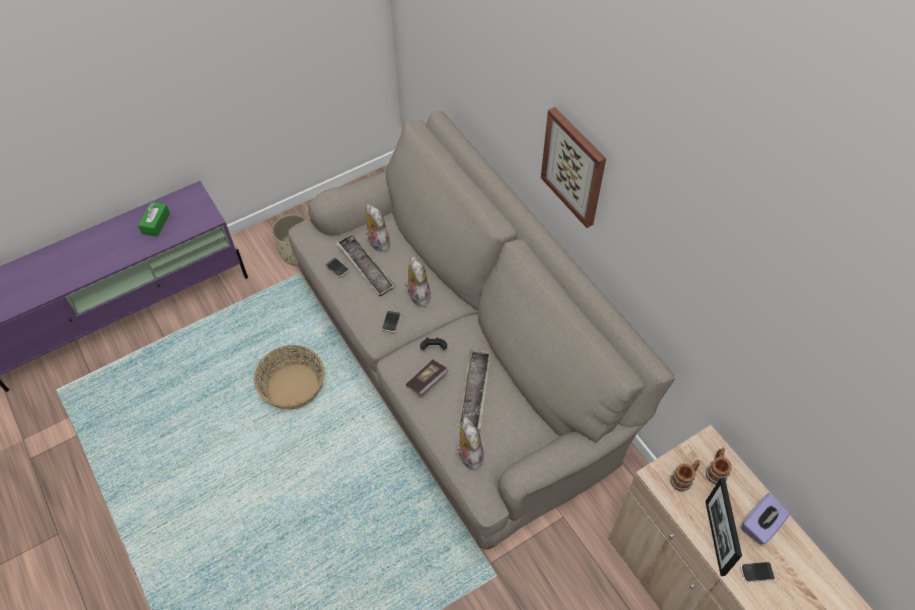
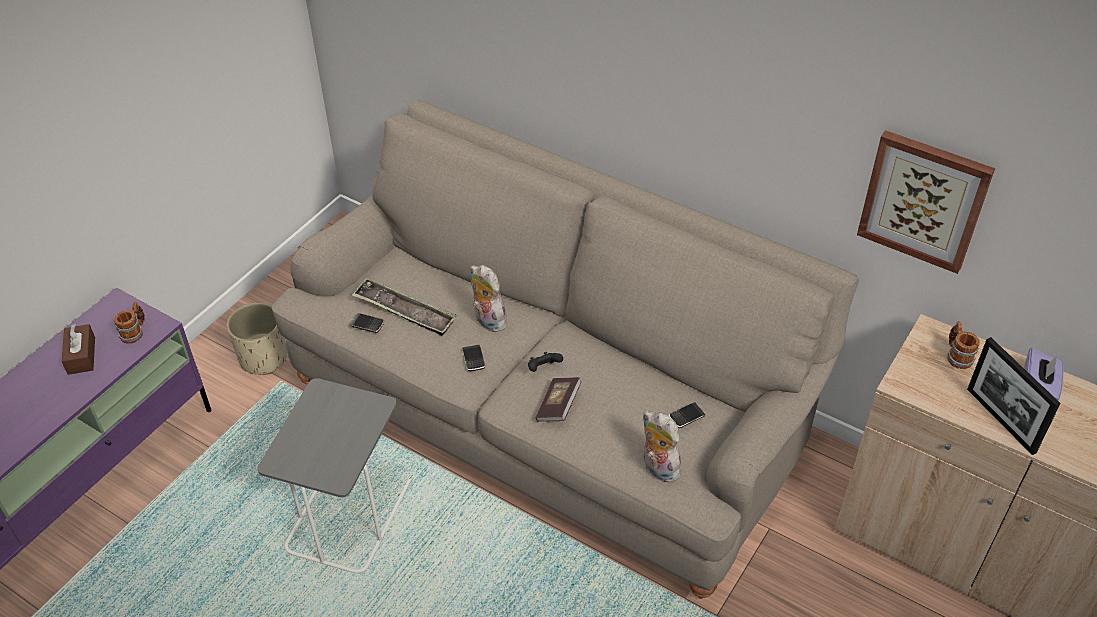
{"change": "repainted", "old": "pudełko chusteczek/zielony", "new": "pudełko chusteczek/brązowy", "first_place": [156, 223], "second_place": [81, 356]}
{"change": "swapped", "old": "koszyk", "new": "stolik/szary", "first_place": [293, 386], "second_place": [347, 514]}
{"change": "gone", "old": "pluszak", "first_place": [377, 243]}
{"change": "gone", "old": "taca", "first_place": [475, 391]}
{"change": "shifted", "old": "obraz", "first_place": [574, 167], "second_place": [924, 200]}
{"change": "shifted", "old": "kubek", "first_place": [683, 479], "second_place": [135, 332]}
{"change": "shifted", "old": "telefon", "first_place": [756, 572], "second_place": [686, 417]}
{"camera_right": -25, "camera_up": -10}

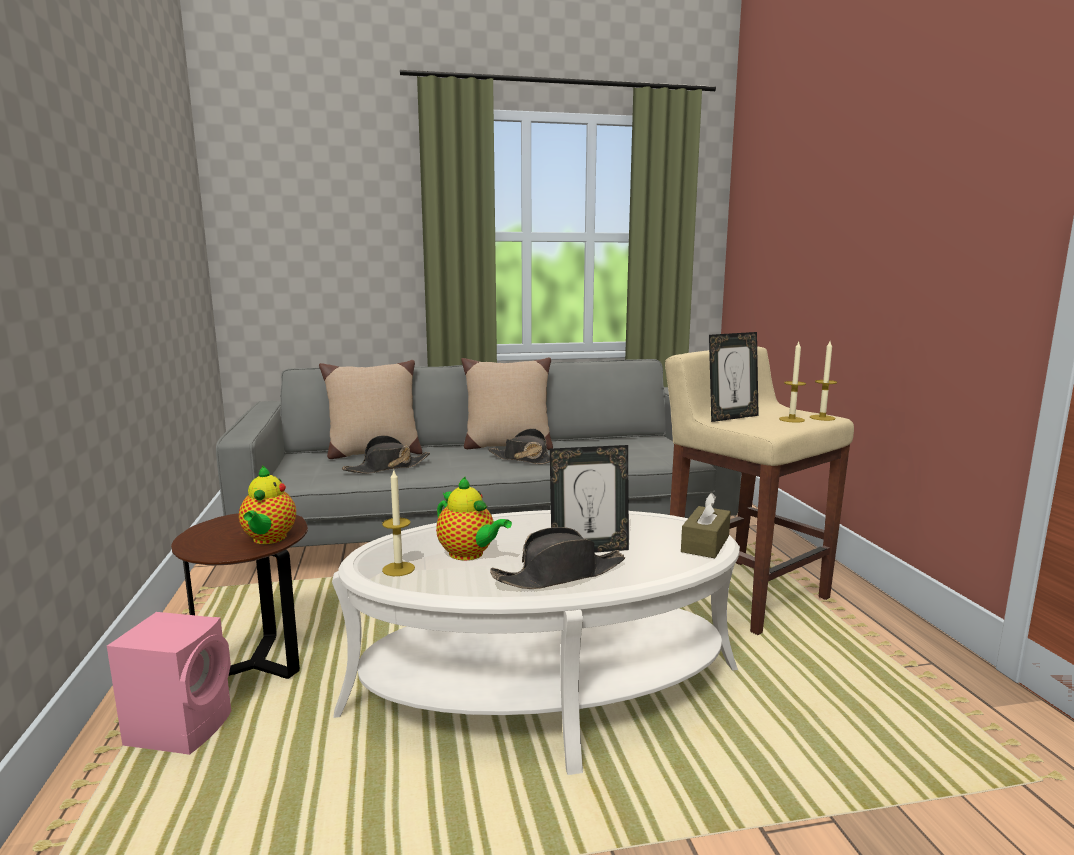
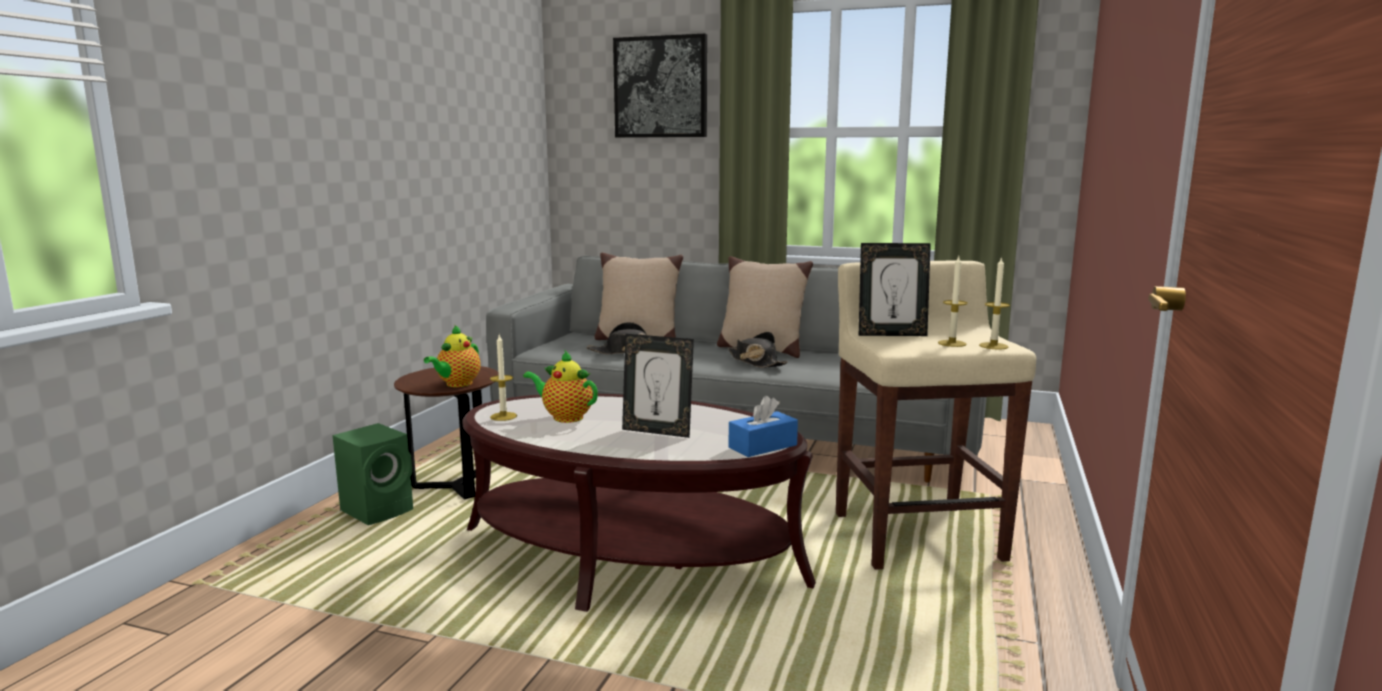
{"change": "repainted", "old": "głośnik/różowy", "new": "głośnik/zielony", "first_place": [182, 727], "second_place": [379, 510]}
{"change": "repainted", "old": "ława/biały", "new": "ława/brązowy", "first_place": [545, 689], "second_place": [629, 555]}
{"change": "rotated", "old": "imbryk", "first_place": [469, 554], "second_place": [565, 417], "degrees": 135}
{"change": "gone", "old": "kapelusz/czarny", "first_place": [560, 575]}
{"change": "repainted", "old": "pudełko chusteczek/brązowy", "new": "pudełko chusteczek/niebieski", "first_place": [705, 544], "second_place": [762, 446]}
{"change": "new", "new": "obraz", "second_place": [661, 87]}
{"camera_right": 30, "camera_up": 0}

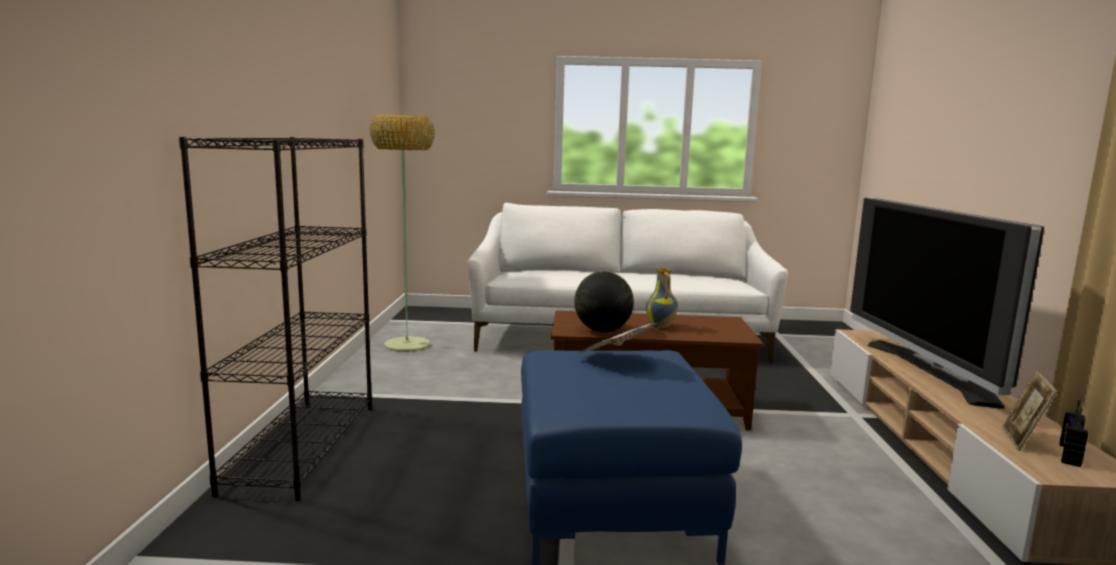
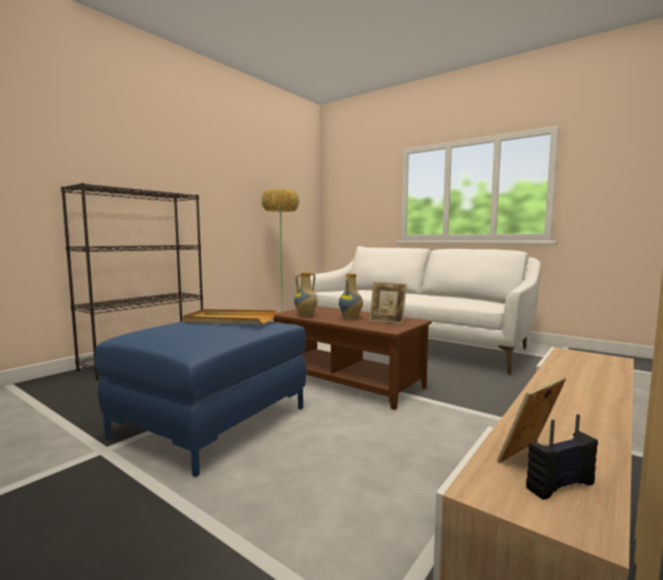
{"change": "swapped", "old": "globus", "new": "wazon", "first_place": [603, 330], "second_place": [306, 315]}
{"change": "swapped", "old": "gazeta", "new": "taca/beżowy", "first_place": [614, 359], "second_place": [229, 320]}
{"change": "gone", "old": "telewizor", "first_place": [928, 371]}
{"change": "new", "new": "ramka na zdjęcie", "second_place": [387, 321]}
{"camera_right": 35, "camera_up": -5}

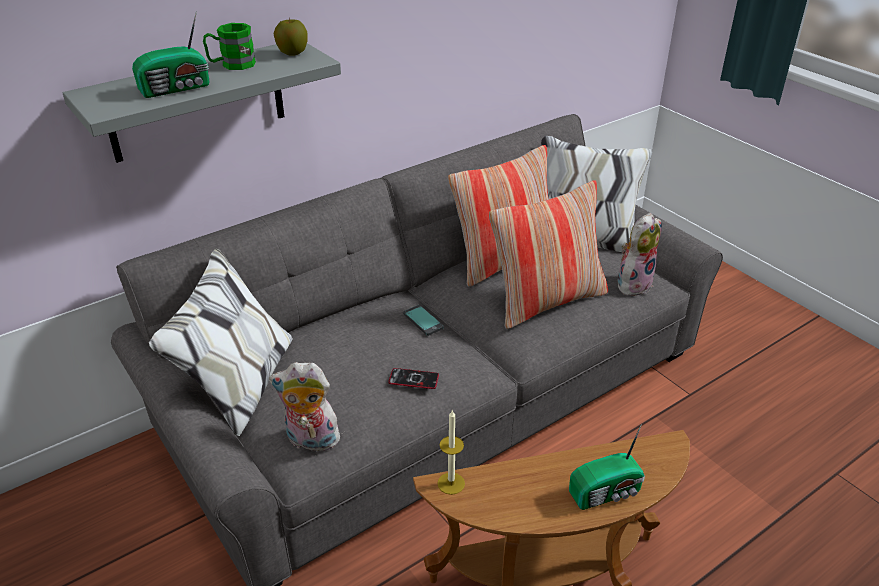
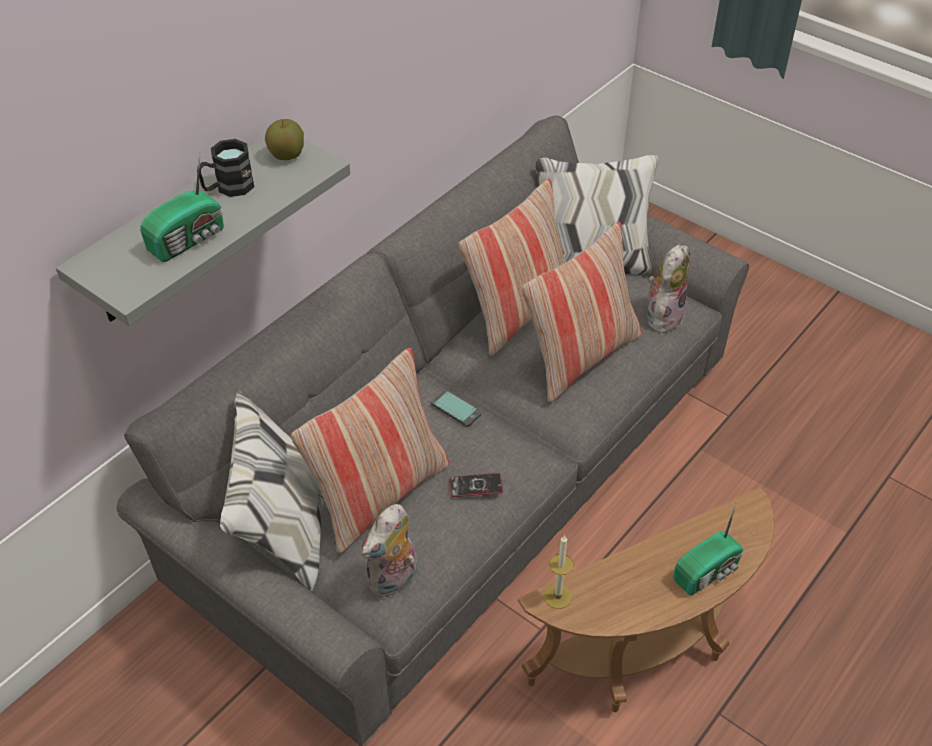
{"change": "repainted", "old": "kubek/zielony", "new": "kubek/czarny", "first_place": [231, 65], "second_place": [228, 188]}
{"change": "rotated", "old": "pluszak", "first_place": [310, 441], "second_place": [394, 581], "degrees": -45}
{"change": "new", "new": "poduszka", "second_place": [380, 495]}
{"camera_right": -15, "camera_up": 10}

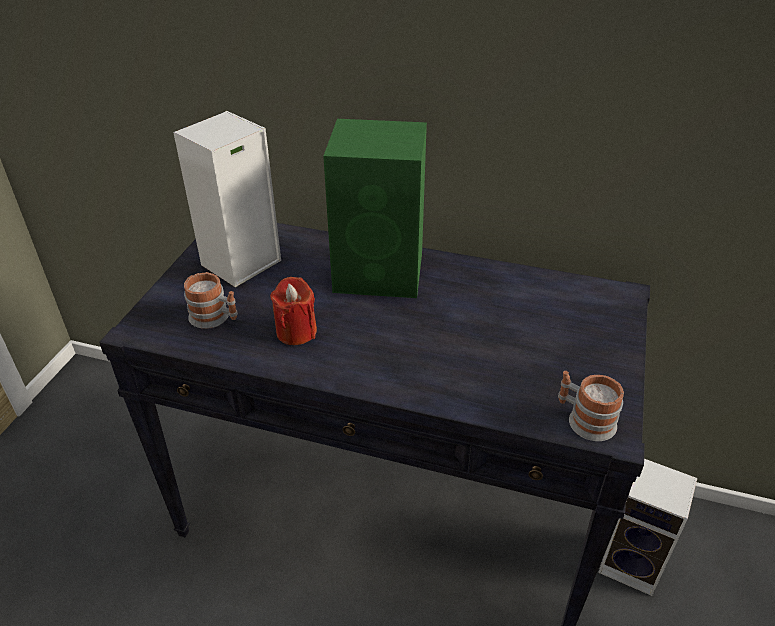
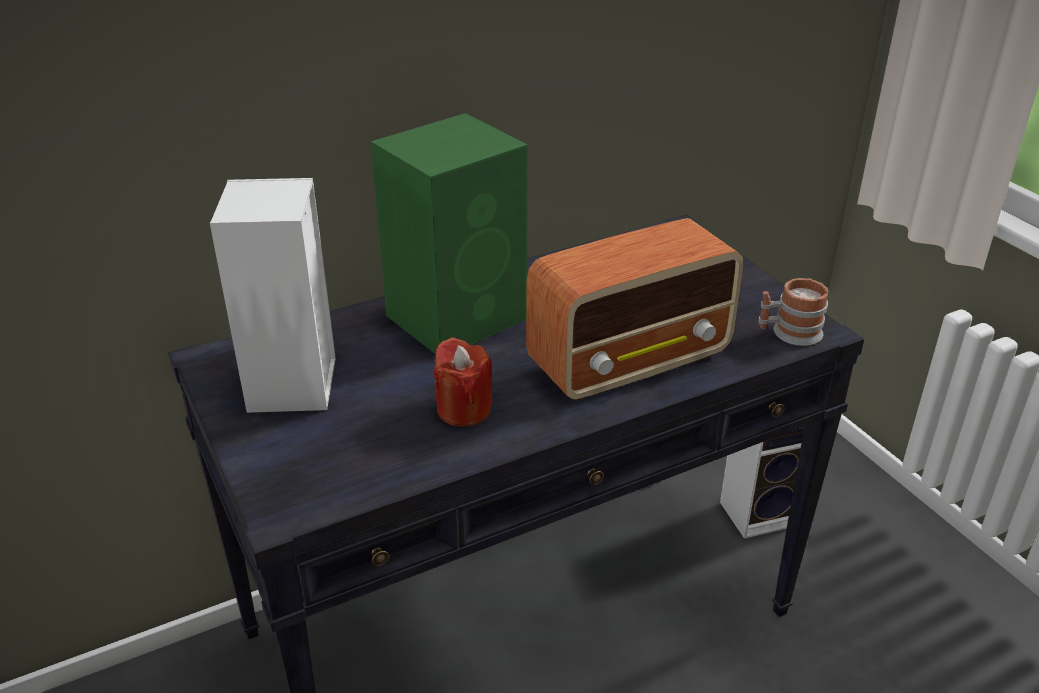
{"change": "gone", "old": "kubek", "first_place": [215, 318]}
{"change": "new", "new": "radio", "second_place": [631, 360]}
{"camera_right": -45, "camera_up": -5}

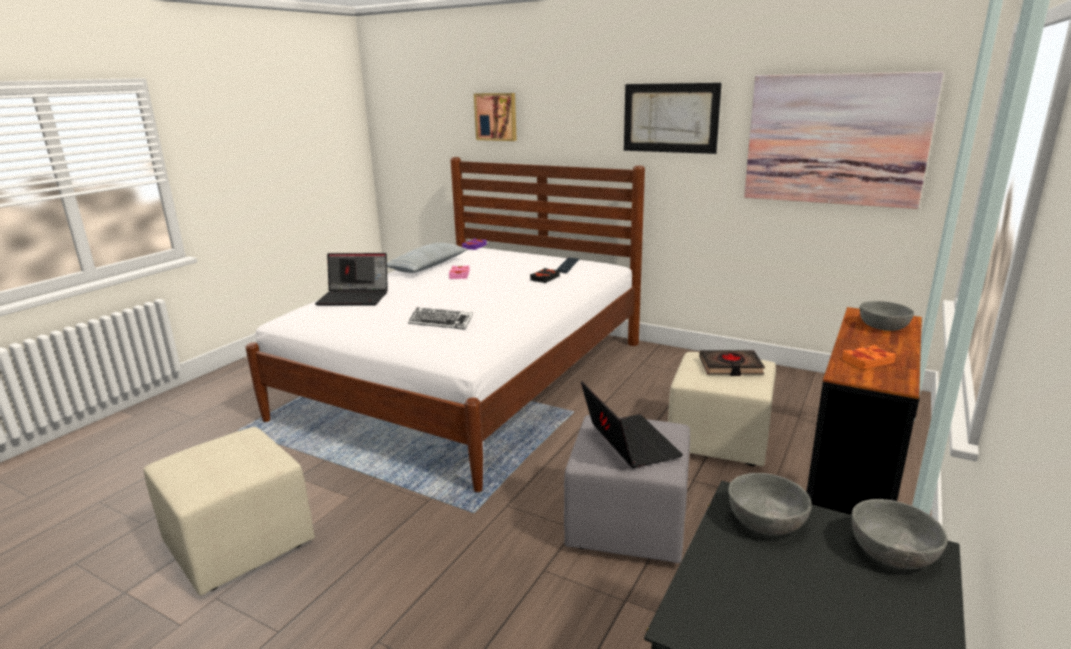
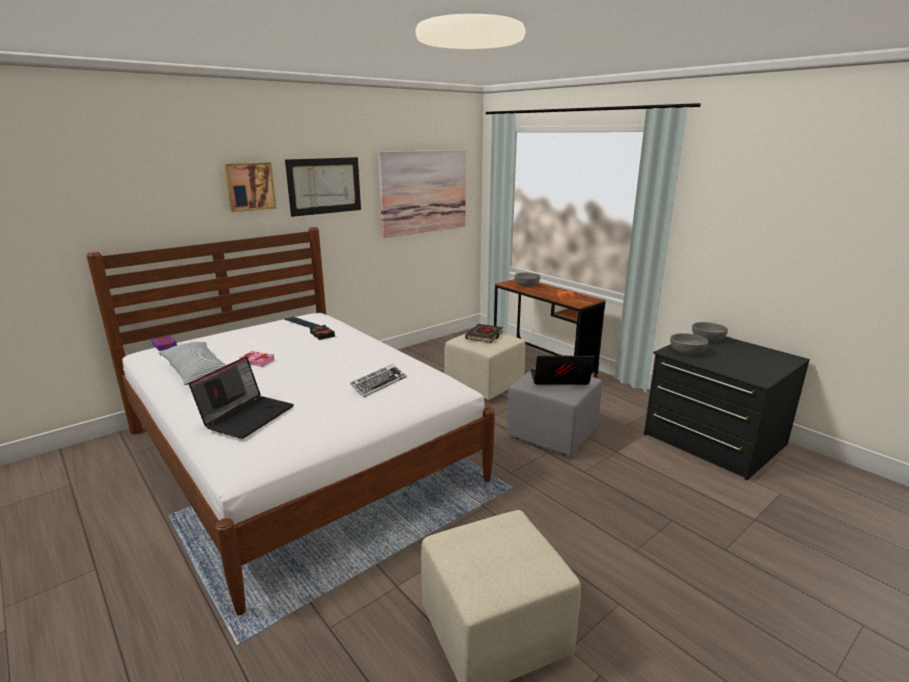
{"change": "shifted", "old": "obraz", "first_place": [496, 116], "second_place": [249, 186]}
{"camera_right": -70, "camera_up": 0}

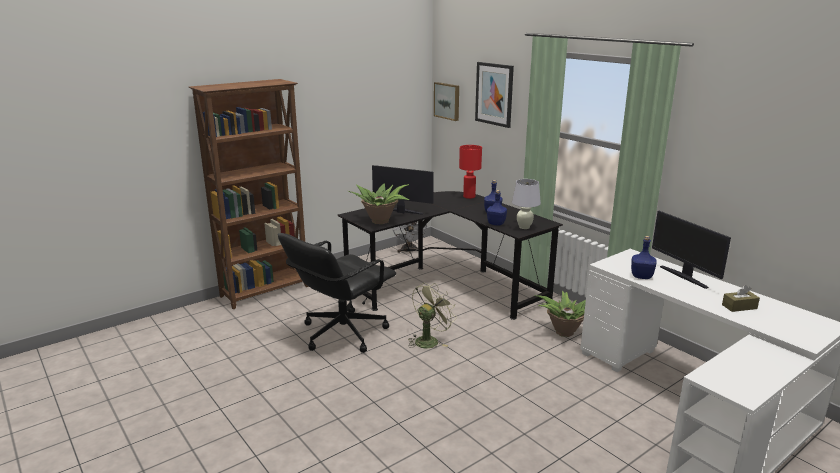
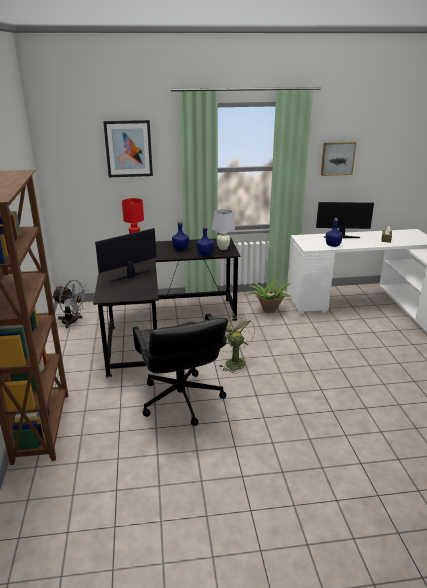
{"change": "gone", "old": "roślina doniczkowa", "first_place": [381, 221]}
{"change": "shifted", "old": "obraz", "first_place": [447, 101], "second_place": [337, 158]}
{"camera_right": -60, "camera_up": 5}

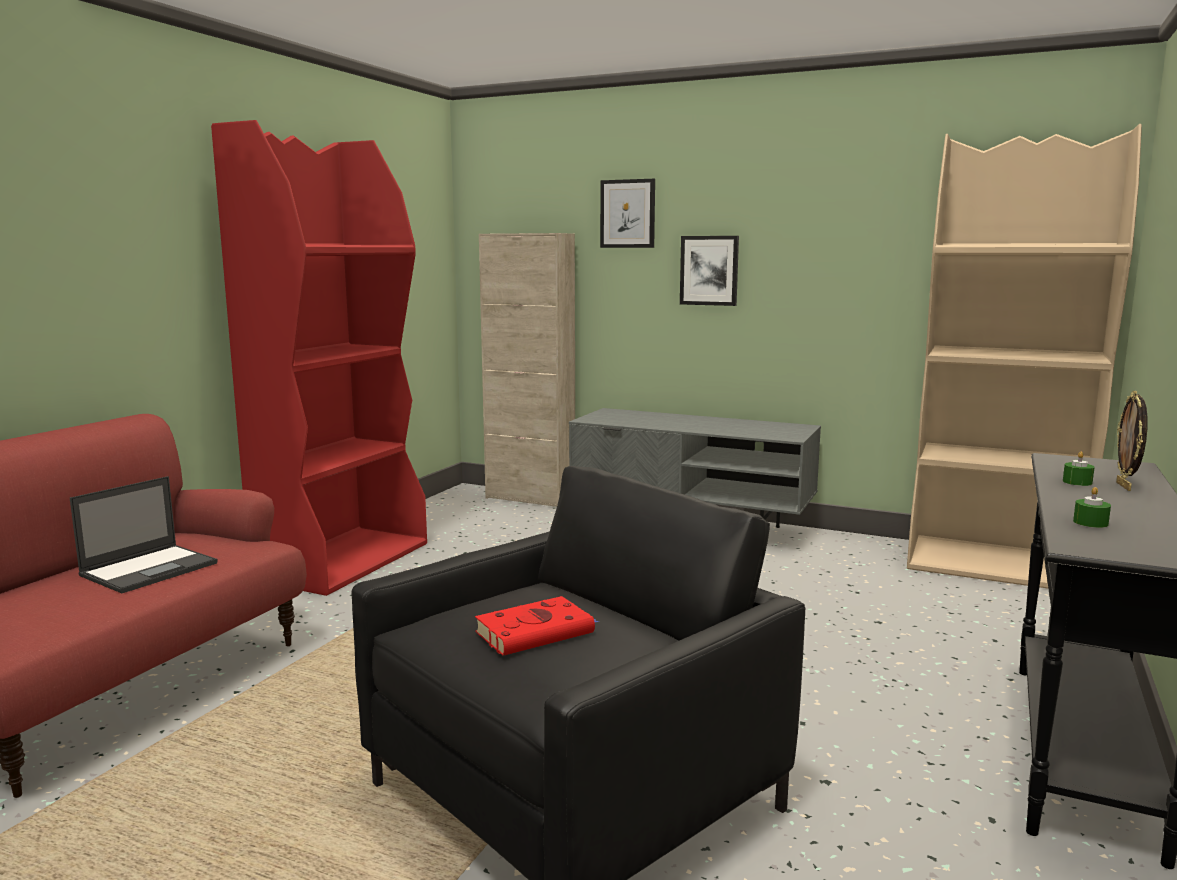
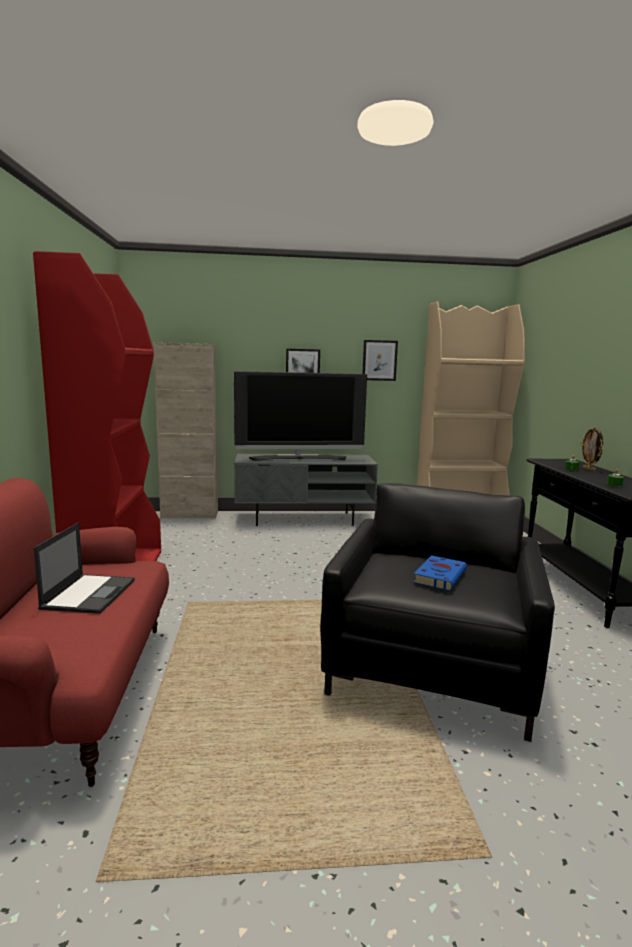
{"change": "repainted", "old": "książka/czerwony", "new": "książka/niebieski", "first_place": [537, 632], "second_place": [440, 576]}
{"change": "shifted", "old": "obraz", "first_place": [627, 214], "second_place": [379, 360]}
{"change": "new", "new": "telewizor", "second_place": [299, 458]}
{"camera_right": -30, "camera_up": 0}

